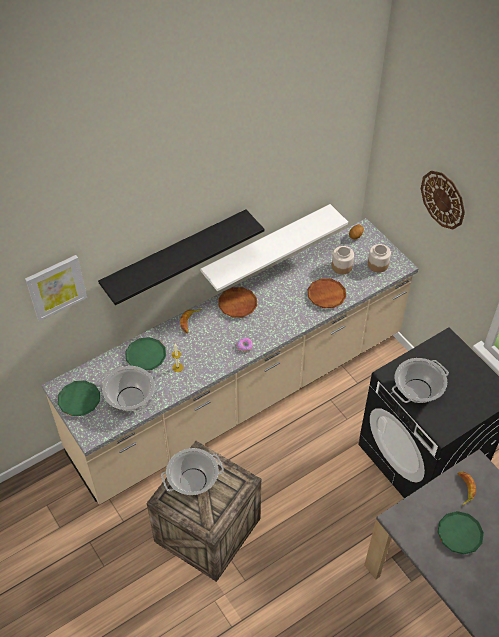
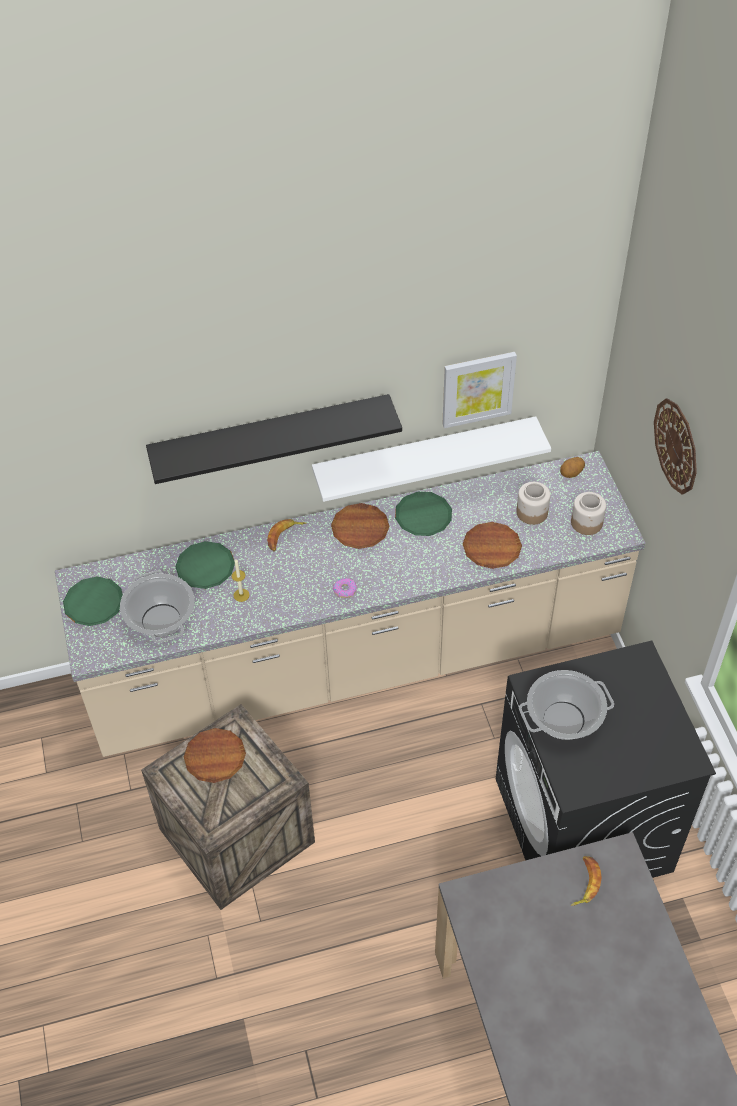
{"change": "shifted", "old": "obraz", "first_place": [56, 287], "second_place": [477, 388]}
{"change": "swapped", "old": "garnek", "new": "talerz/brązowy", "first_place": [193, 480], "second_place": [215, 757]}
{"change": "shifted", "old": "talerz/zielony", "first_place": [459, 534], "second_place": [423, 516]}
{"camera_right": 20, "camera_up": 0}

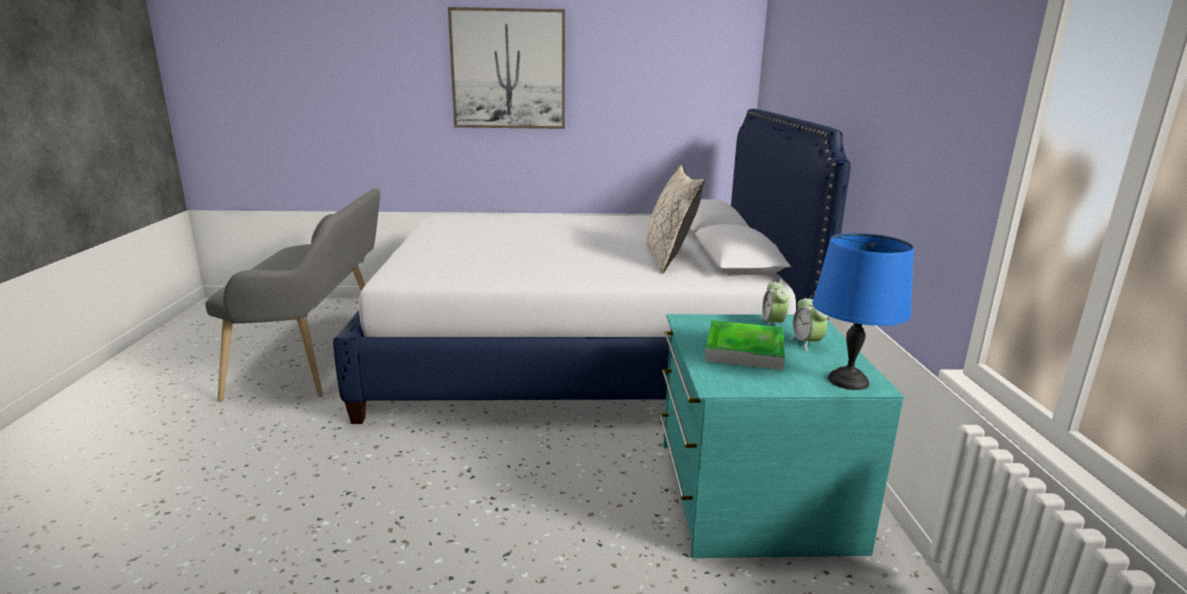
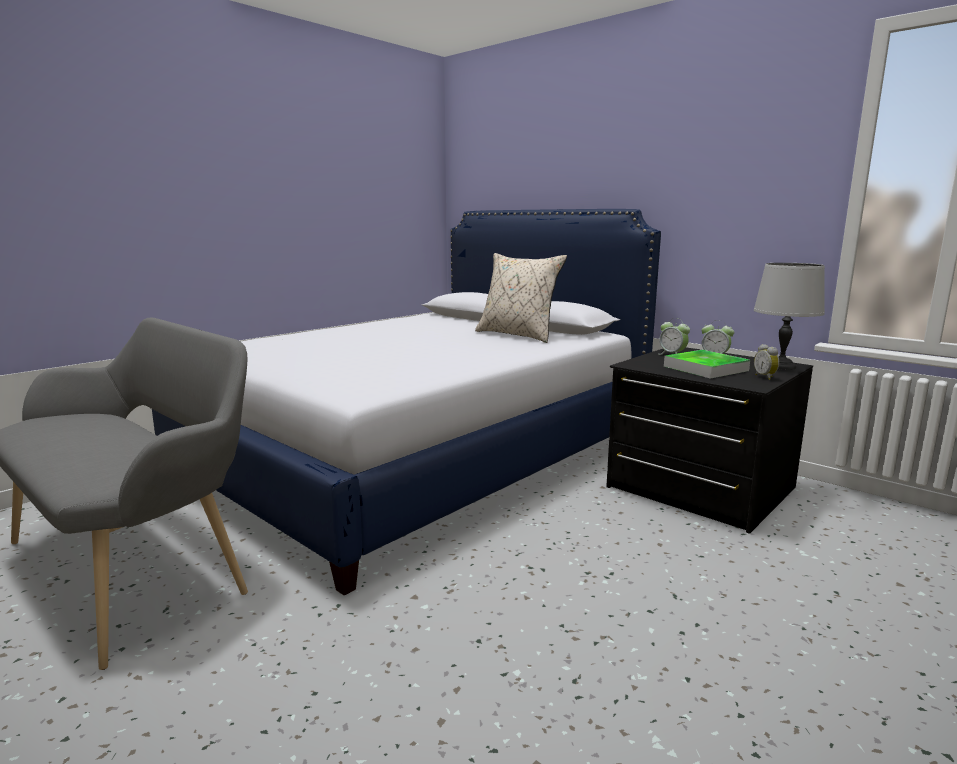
{"change": "gone", "old": "obraz", "first_place": [508, 69]}
{"change": "repainted", "old": "komoda/turkusowy", "new": "komoda/czarny", "first_place": [751, 494], "second_place": [699, 488]}
{"change": "repainted", "old": "lampa stołowa/niebieski", "new": "lampa stołowa/szary", "first_place": [849, 381], "second_place": [782, 366]}
{"change": "new", "new": "budzik", "second_place": [766, 377]}
{"camera_right": -45, "camera_up": -5}

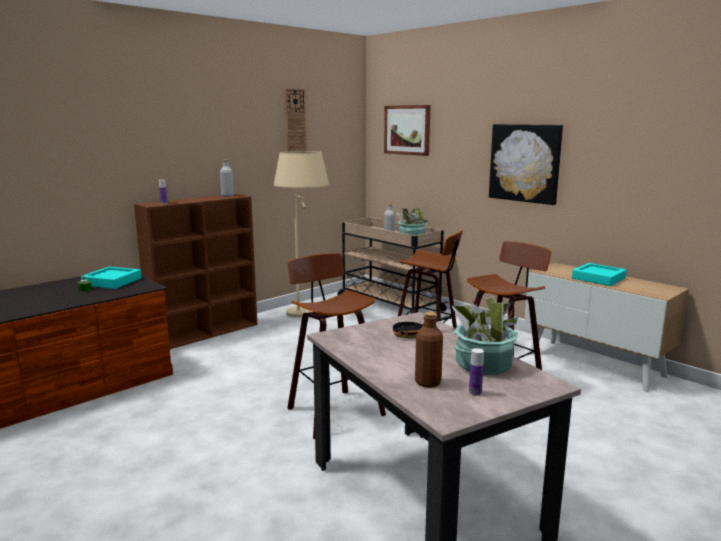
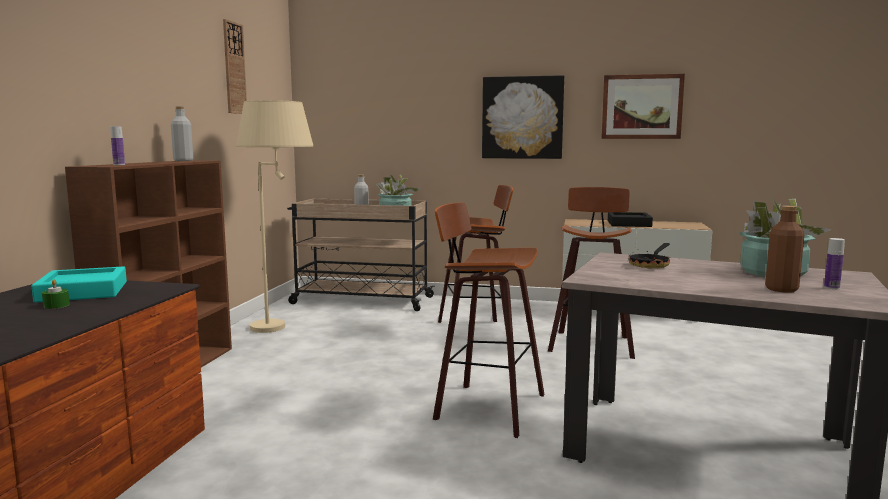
{"change": "shifted", "old": "obraz", "first_place": [407, 130], "second_place": [641, 107]}
{"change": "repainted", "old": "taca/turkusowy", "new": "taca/czarny", "first_place": [598, 278], "second_place": [629, 224]}
{"camera_right": -35, "camera_up": -5}

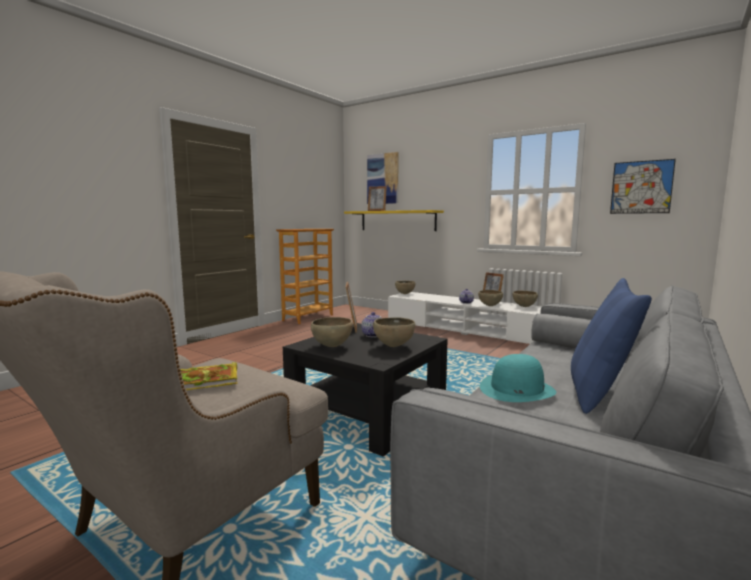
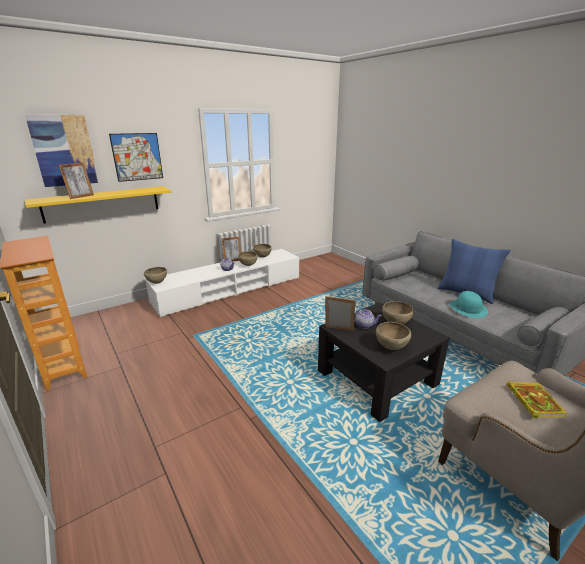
{"change": "shifted", "old": "obraz", "first_place": [641, 187], "second_place": [137, 157]}
{"camera_right": -70, "camera_up": 15}

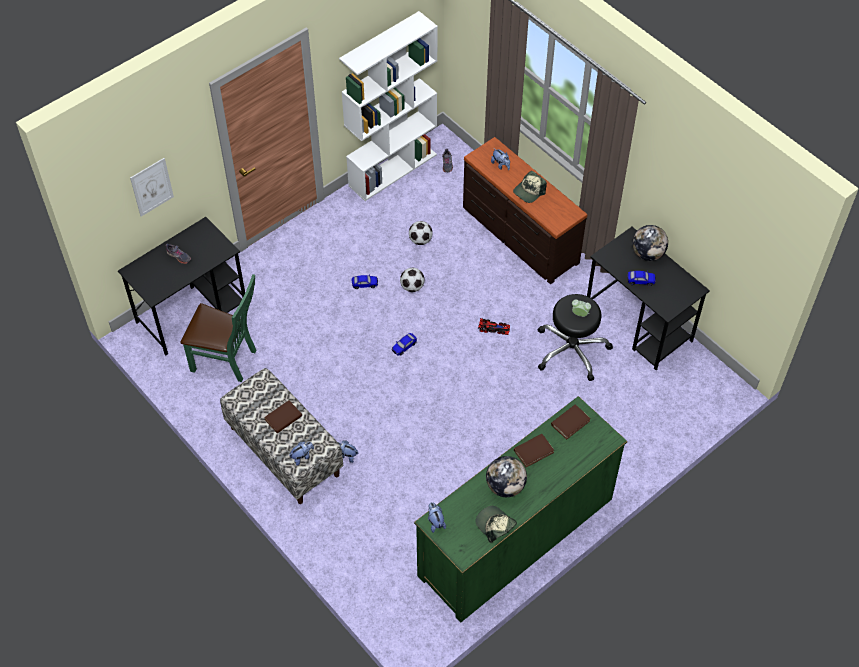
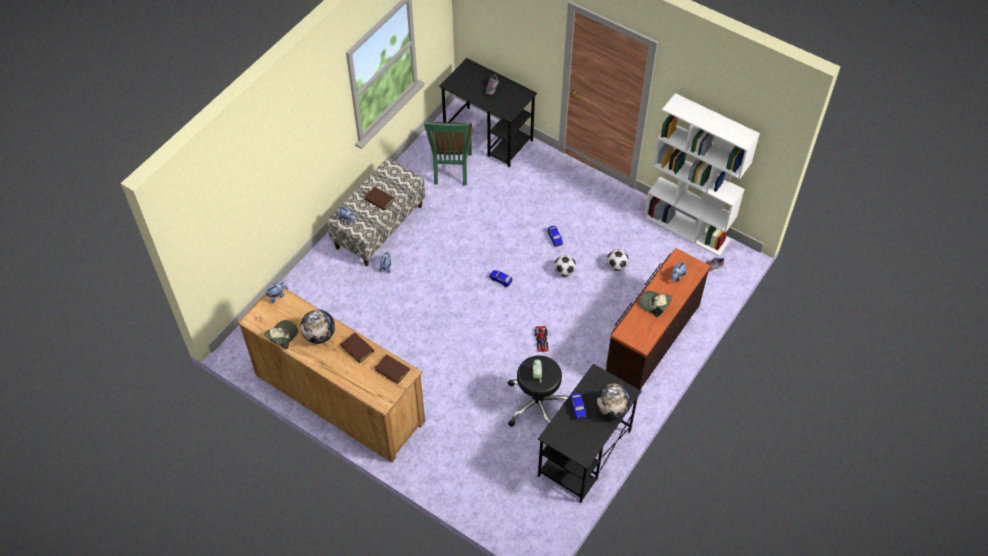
{"change": "gone", "old": "obraz", "first_place": [152, 187]}
{"change": "repainted", "old": "komoda/zielony", "new": "komoda/brązowy", "first_place": [516, 537], "second_place": [339, 398]}
{"camera_right": 75, "camera_up": 0}

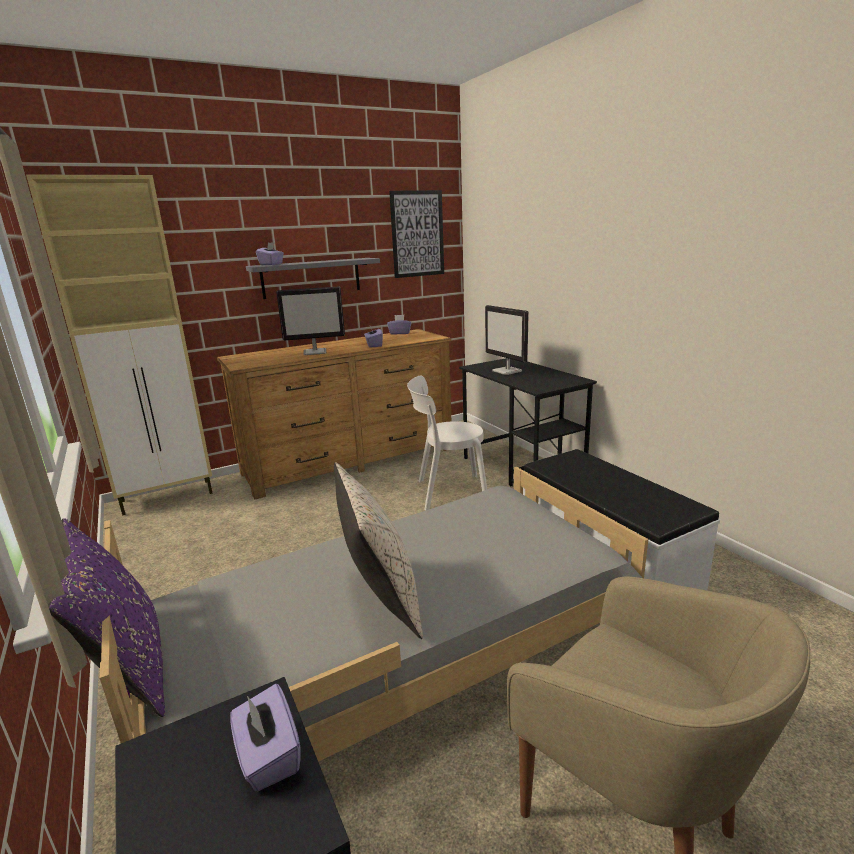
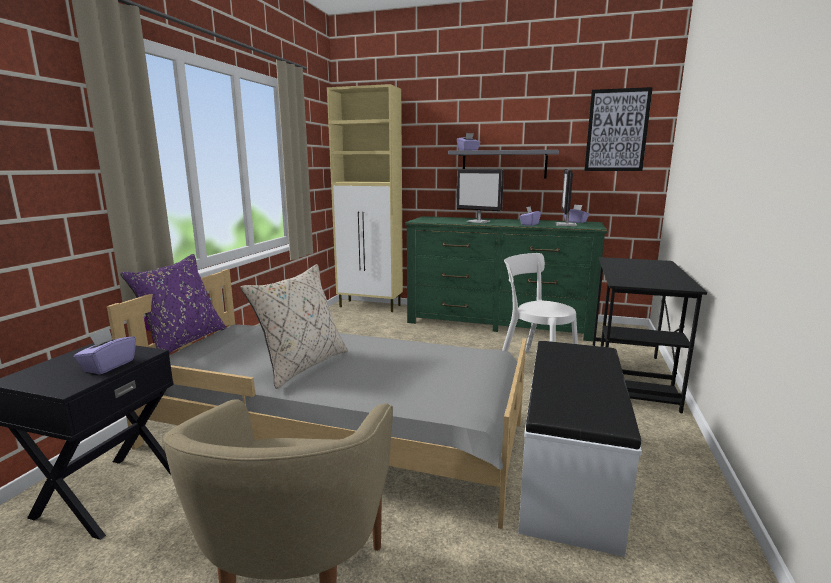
{"change": "repainted", "old": "komoda/brązowy", "new": "komoda/zielony", "first_place": [350, 460], "second_place": [499, 322]}
{"change": "shifted", "old": "monitor", "first_place": [507, 371], "second_place": [566, 225]}
{"camera_right": 45, "camera_up": -5}

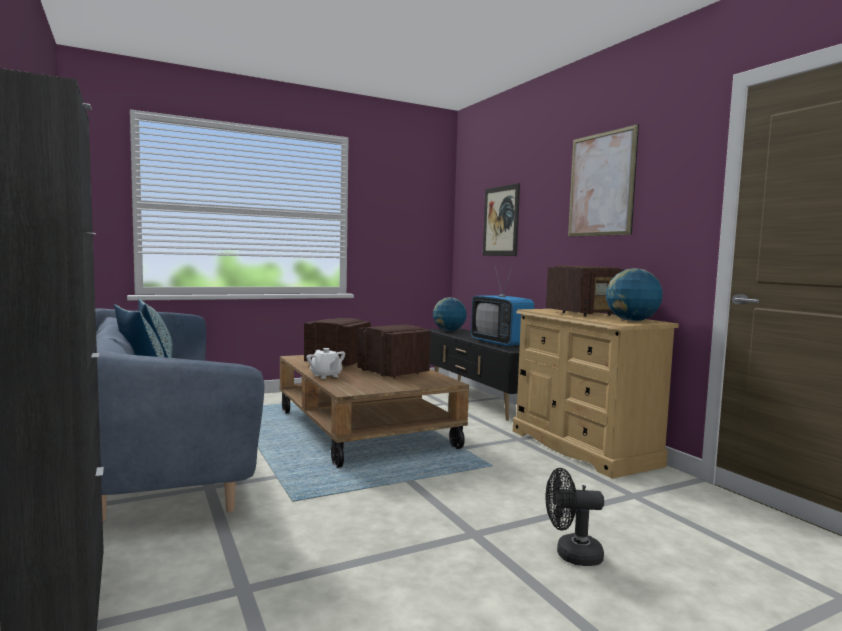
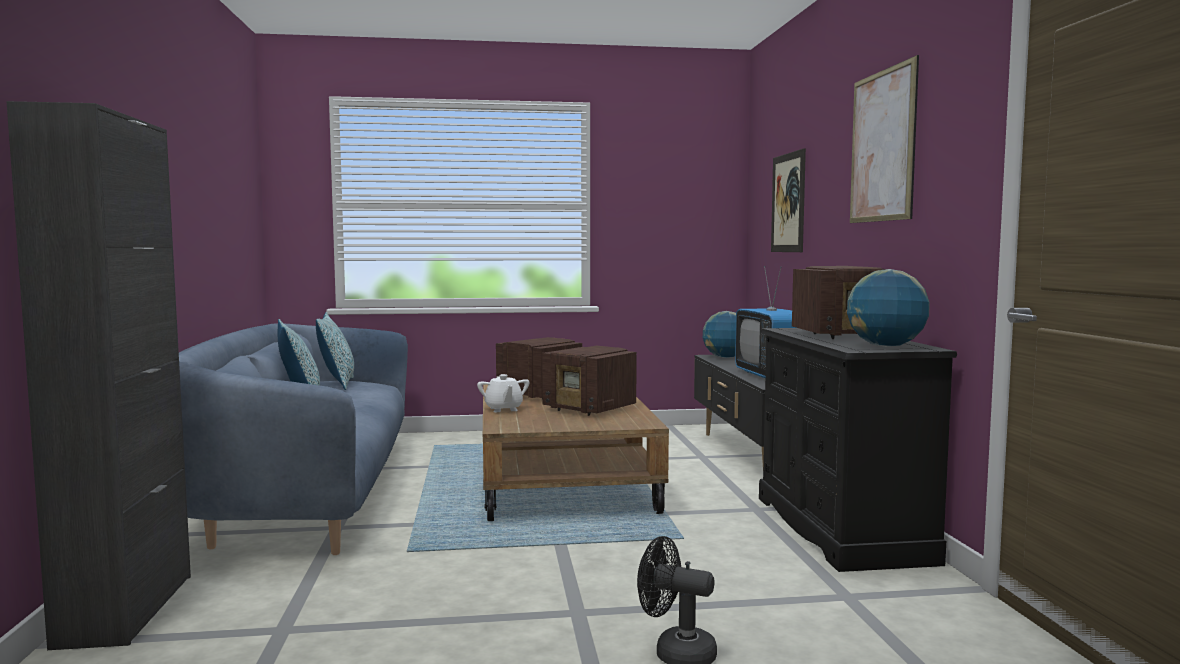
{"change": "rotated", "old": "radio", "first_place": [392, 373], "second_place": [590, 409], "degrees": 150}
{"change": "repainted", "old": "komoda/beżowy", "new": "komoda/czarny", "first_place": [582, 447], "second_place": [840, 528]}
{"camera_right": 20, "camera_up": 0}

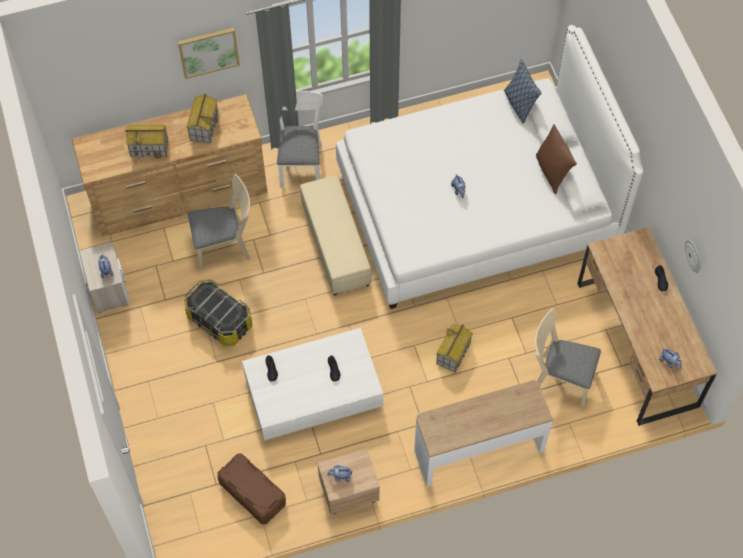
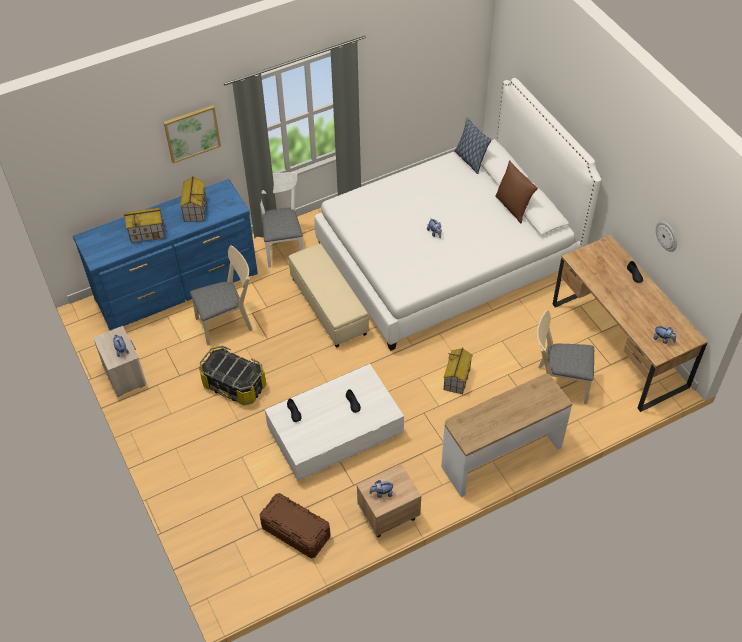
{"change": "repainted", "old": "komoda/brązowy", "new": "komoda/niebieski", "first_place": [179, 194], "second_place": [177, 286]}
{"camera_right": -10, "camera_up": -10}

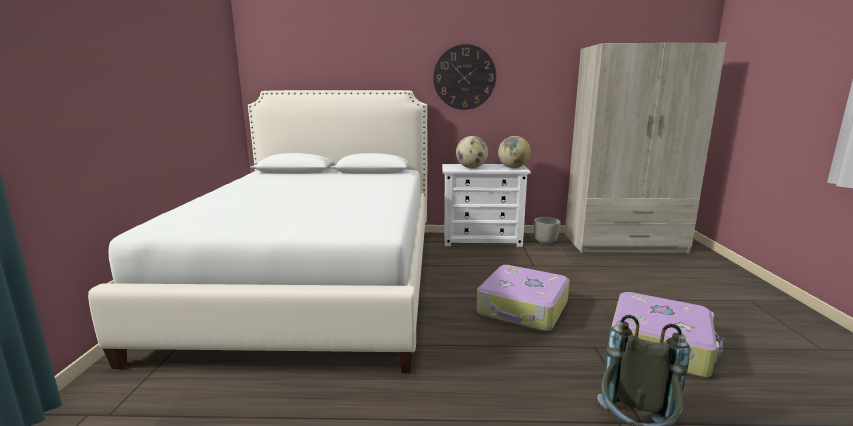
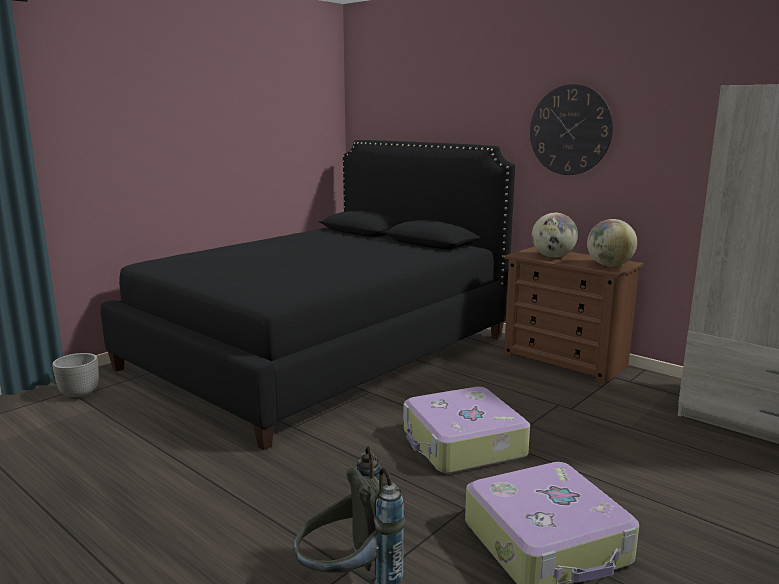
{"change": "repainted", "old": "łóżko/biały", "new": "łóżko/czarny", "first_place": [316, 280], "second_place": [321, 352]}
{"change": "repainted", "old": "komoda/biały", "new": "komoda/brązowy", "first_place": [482, 239], "second_place": [565, 361]}
{"change": "shifted", "old": "donica/szary", "first_place": [545, 243], "second_place": [80, 395]}
{"camera_right": 40, "camera_up": 0}

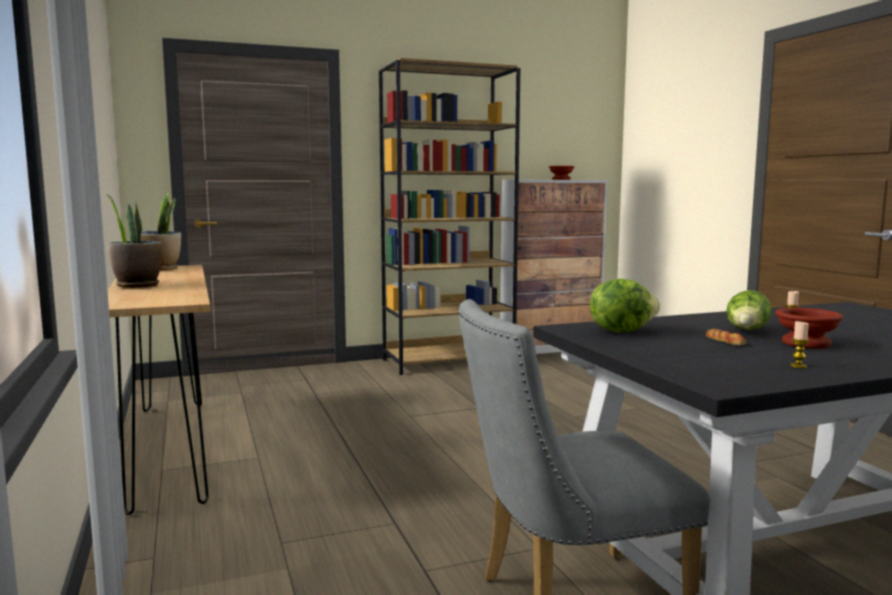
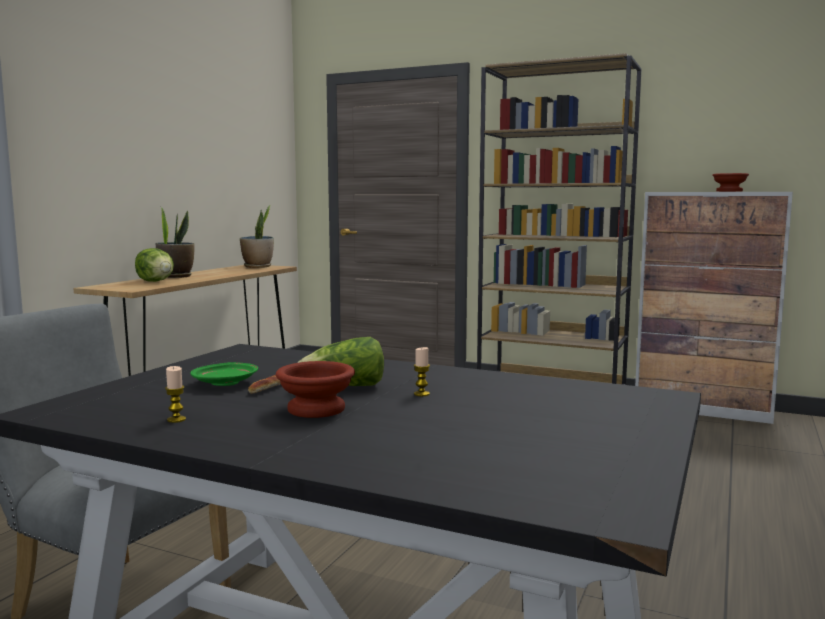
{"change": "shifted", "old": "sałata", "first_place": [620, 331], "second_place": [156, 281]}
{"change": "new", "new": "talerz/zielony", "second_place": [226, 383]}
{"camera_right": 45, "camera_up": 0}

